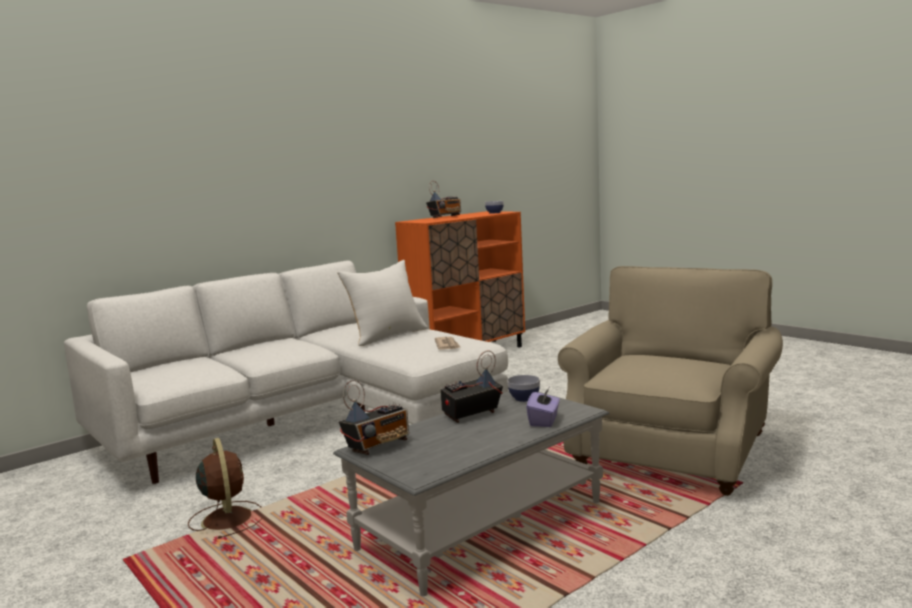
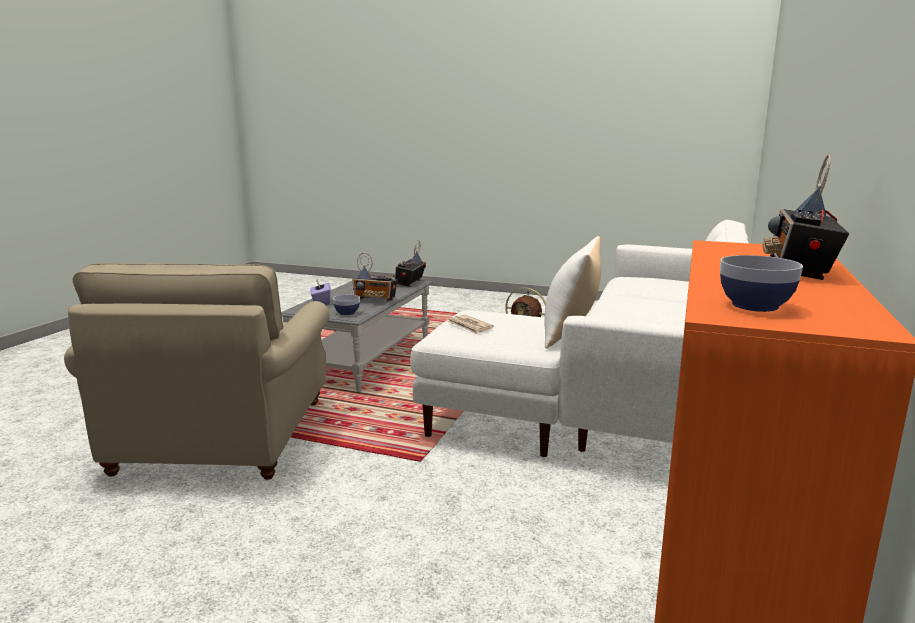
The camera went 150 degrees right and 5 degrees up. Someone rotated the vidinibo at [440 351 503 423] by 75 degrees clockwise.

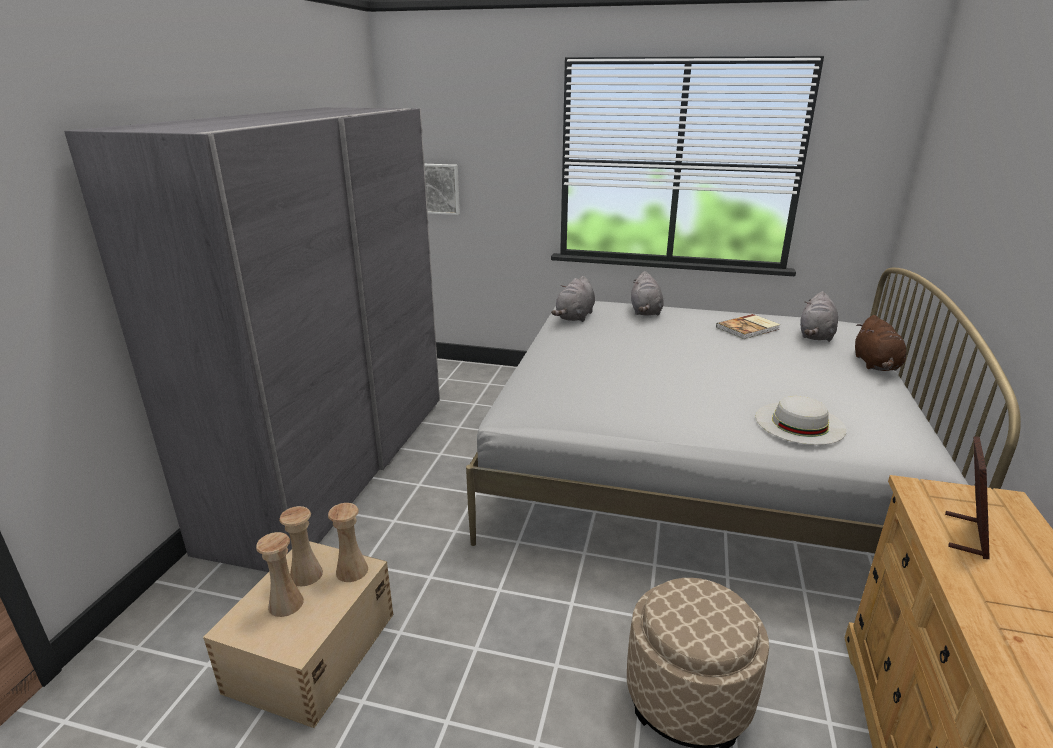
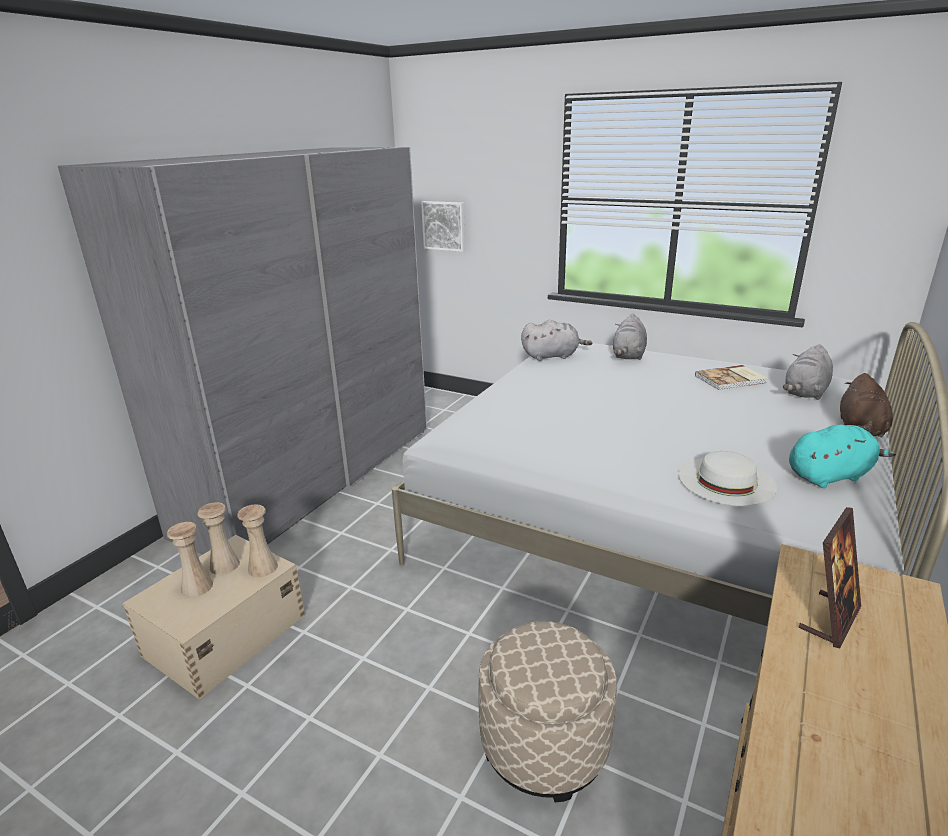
The camera went 15 degrees right and 0 degrees up. Someone rotated the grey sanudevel at [551 276 595 322] by 135 degrees counterclockwise. Someone put down the turquoise sanudevel at [789 425 896 488].

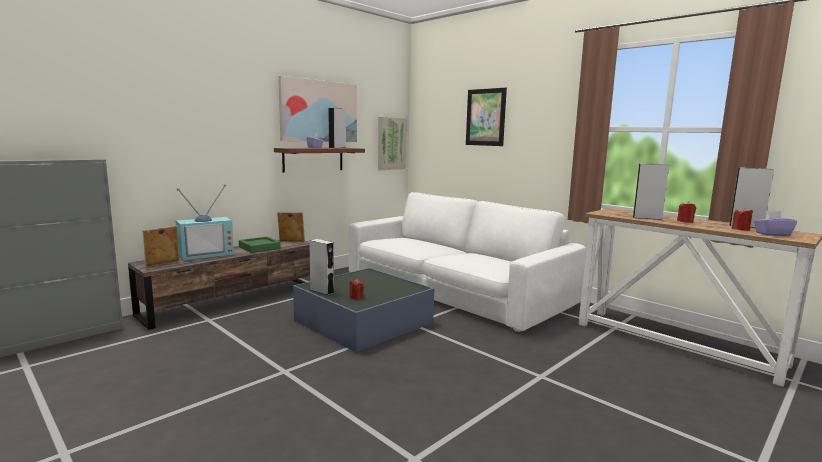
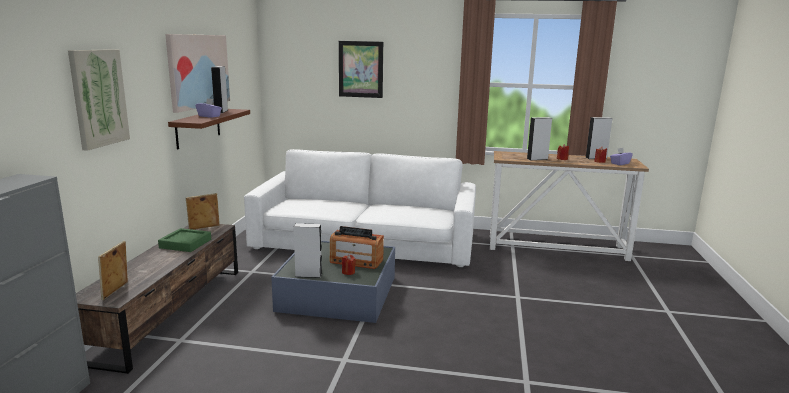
The camera went 35 degrees left and 5 degrees up. Someone carried the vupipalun from [378 117 407 170] to [68 49 130 151]. Someone put down the vidinibo at [330 226 384 269]. Someone took away the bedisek at [176 184 234 261].

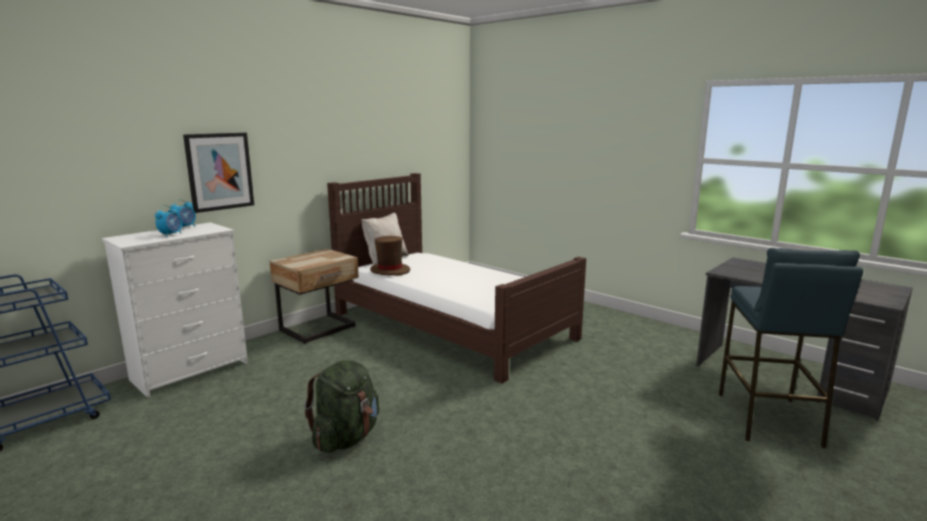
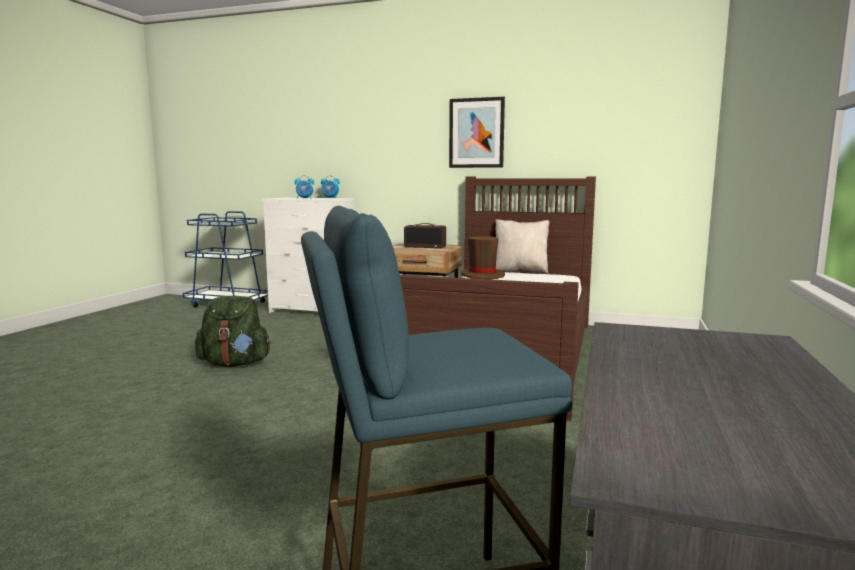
The camera went 65 degrees right and 5 degrees down. Someone put down the vidinibo at [404 223 446 248]. Someone carried the vupipalun from [183 132 254 213] to [449 97 505 168].

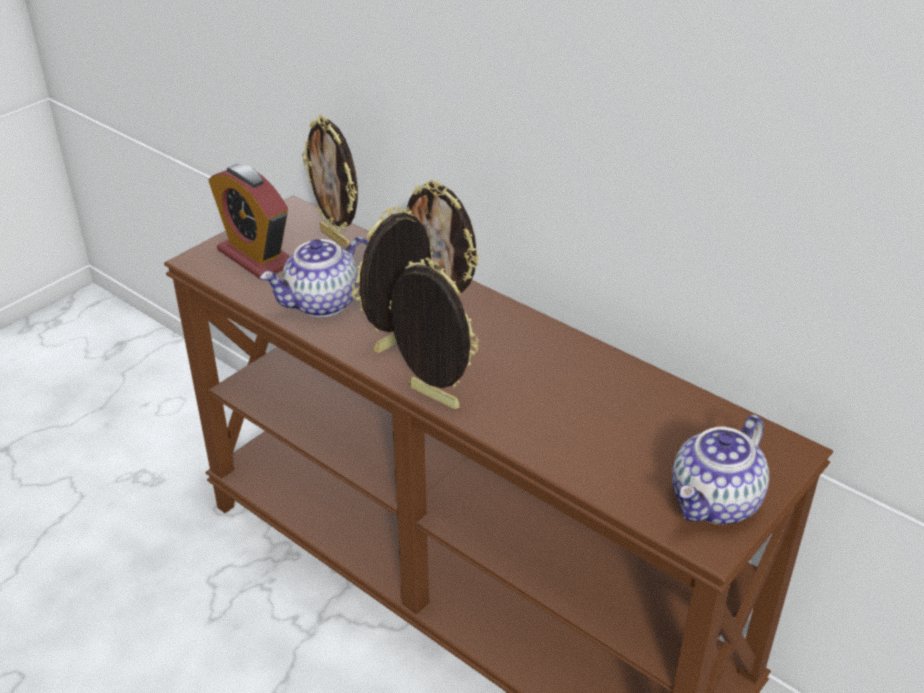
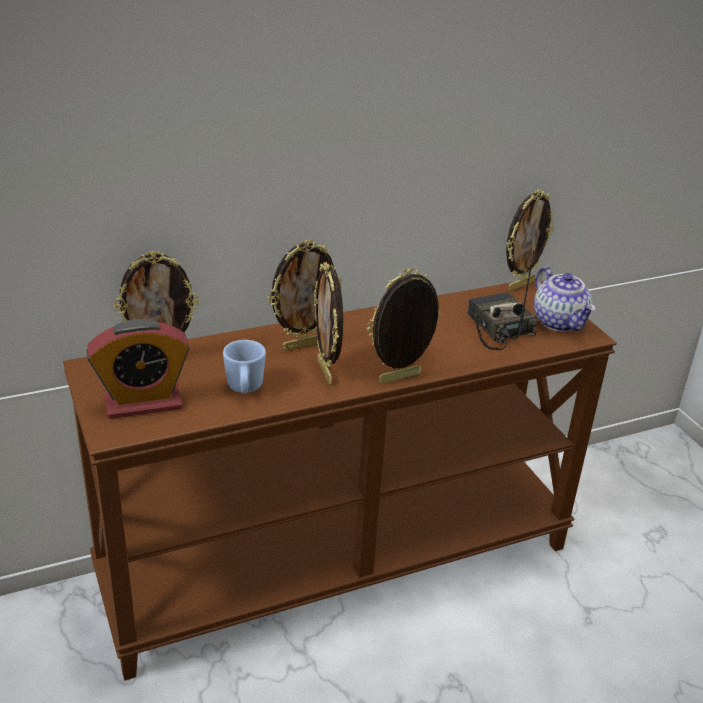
The camera went 65 degrees left and 5 degrees down. Someone swapped the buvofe at [260 237 369 317] for the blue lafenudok at [223 340 266 393]. Someone put down the vidinibo at [467 251 538 350]. Someone put down the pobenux at [506 189 554 292].

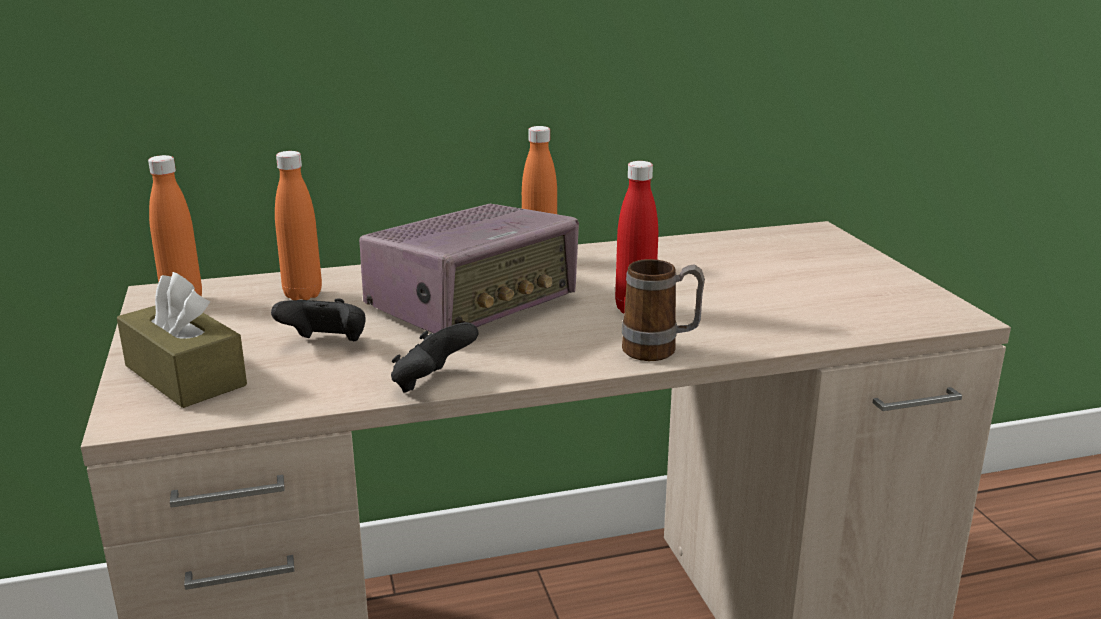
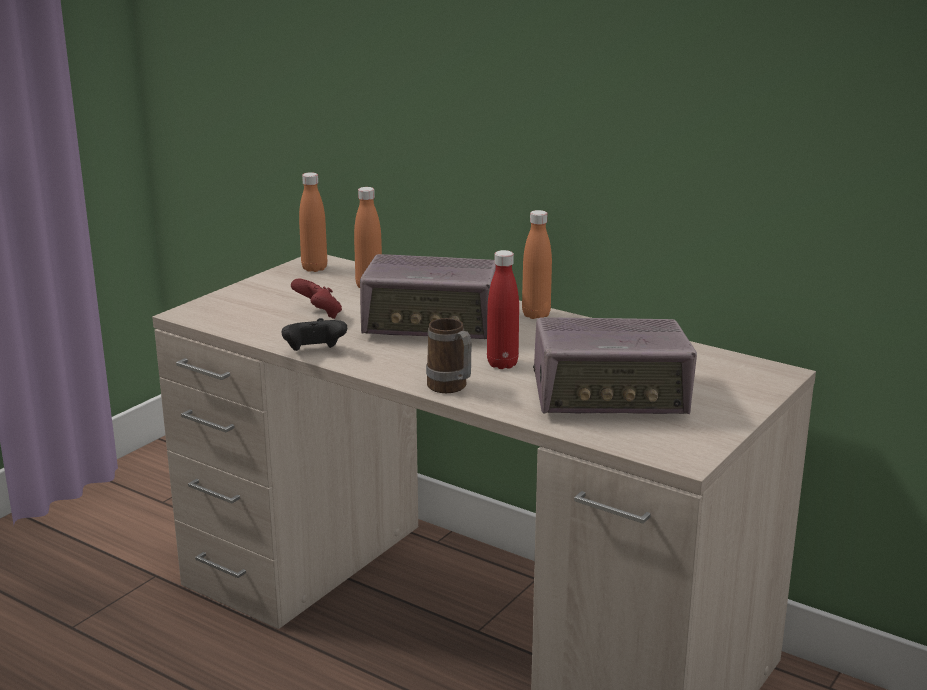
The camera went 50 degrees right and 0 degrees up. Someone repainted the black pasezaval at [271 298 365 341], which became the red pasezaval at [291 279 342 319]. Someone put down the vidinibo at [533 317 697 414]. Someone took away the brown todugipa at [117 272 247 408].

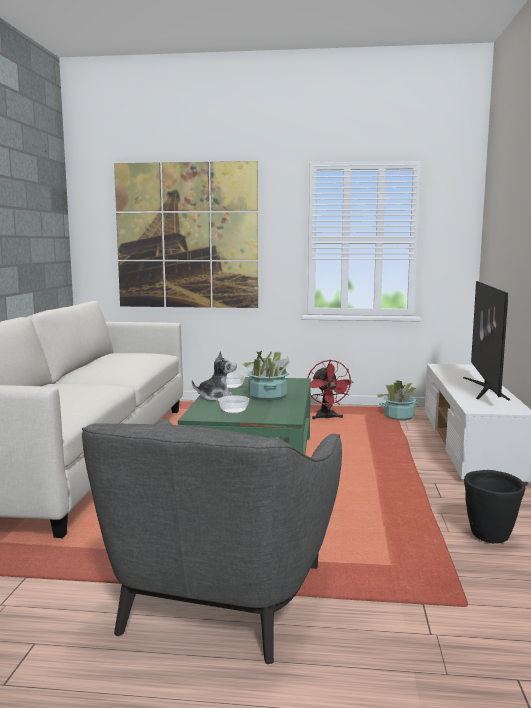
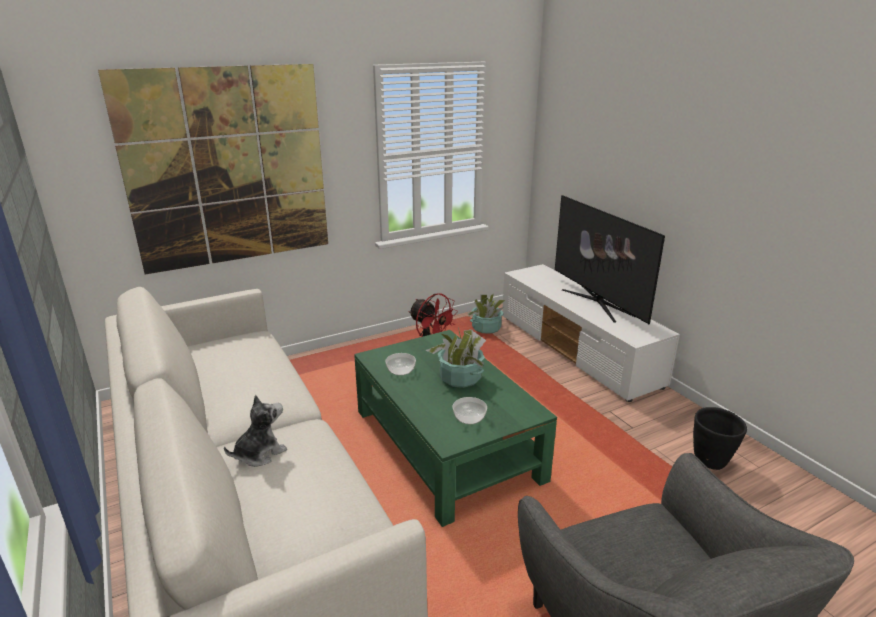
The camera went 35 degrees left and 15 degrees up. Someone carried the sanudevel from [192 351 237 401] to [224 395 287 467].

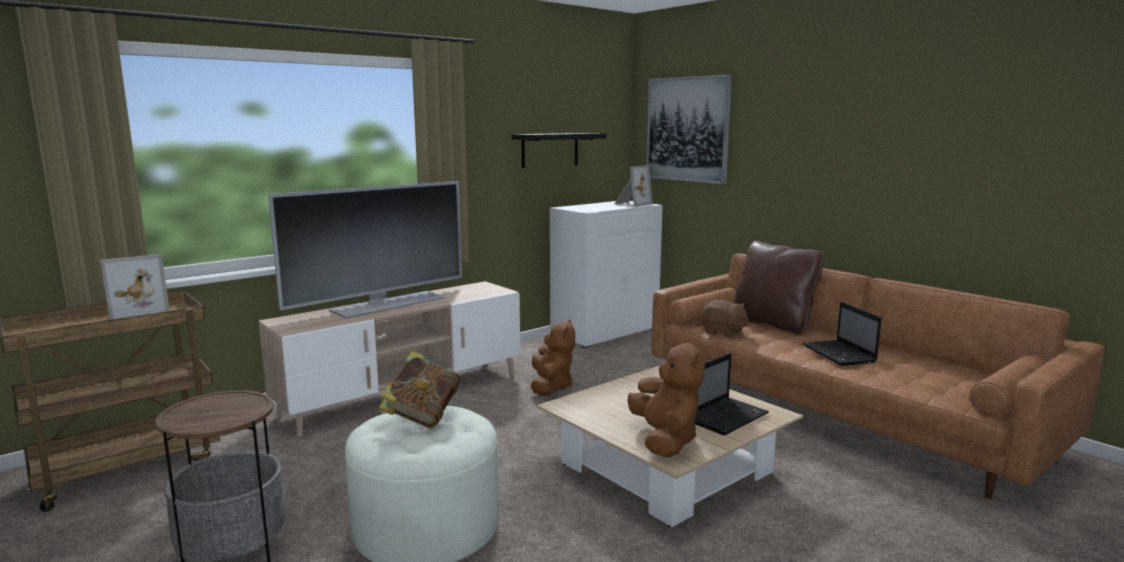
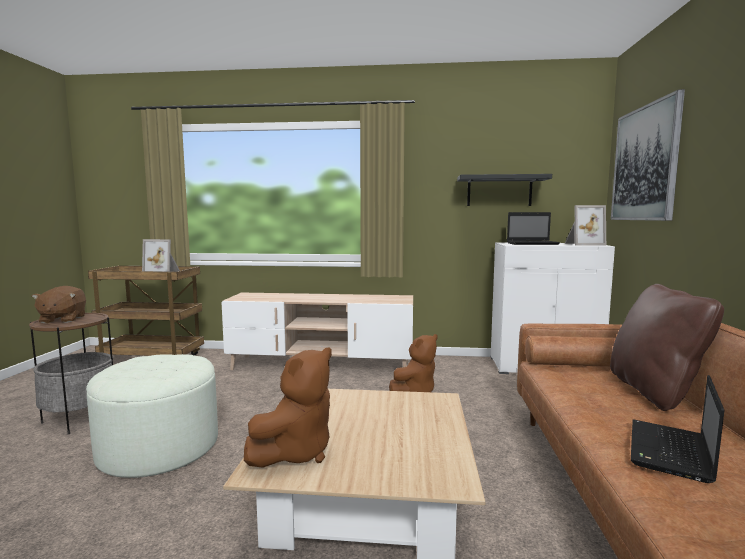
The camera went 45 degrees right and 5 degrees down. Someone carried the brown sanudevel from [701 300 750 338] to [32 286 86 324]. Someone carried the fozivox from [695 353 769 435] to [507 212 560 245]. Someone took away the bedisek at [268 181 462 318]. Someone took away the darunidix at [379 351 460 428].

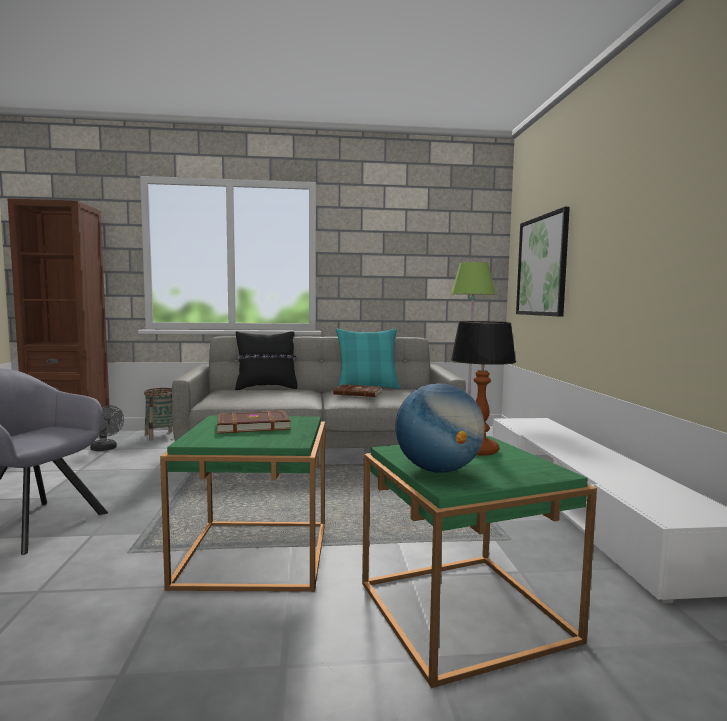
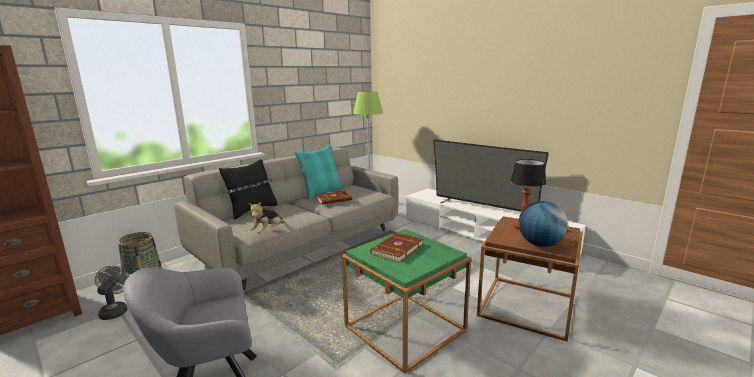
The camera went 40 degrees left and 10 degrees up. Someone rotated the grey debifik at [90 406 124 451] by 90 degrees counterclockwise. Someone put down the sanudevel at [249 202 285 234]. Someone put down the bedisek at [433 140 549 212]. Someone repainted the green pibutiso at [362 436 597 688], which became the brown pibutiso at [477 216 583 342]. Someone took away the vupipalun at [516 207 570 317].

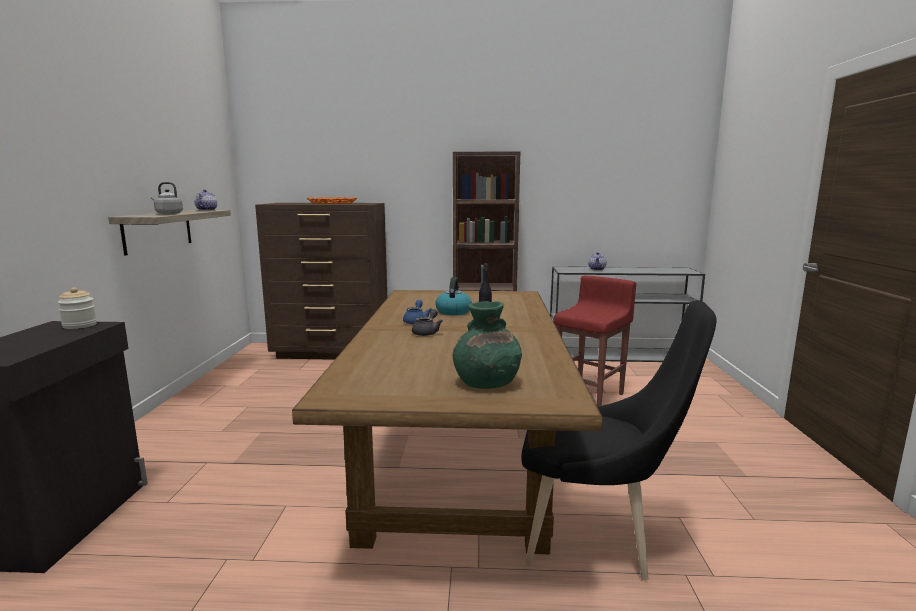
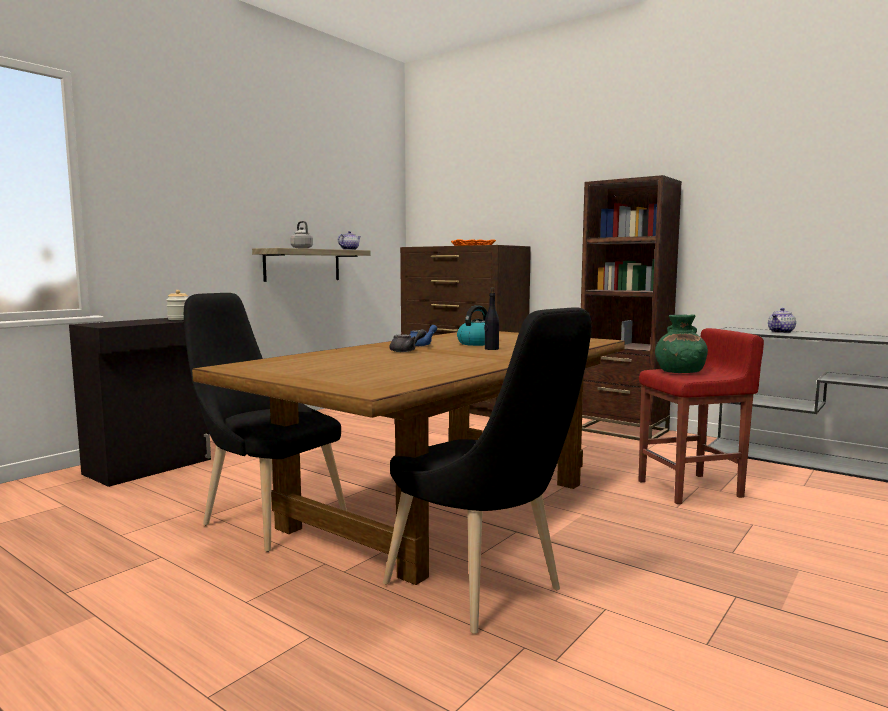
The camera went 35 degrees right and 5 degrees down. Someone put down the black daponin at [184 293 347 552]. Someone carried the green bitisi from [453 301 522 389] to [655 314 708 373].

